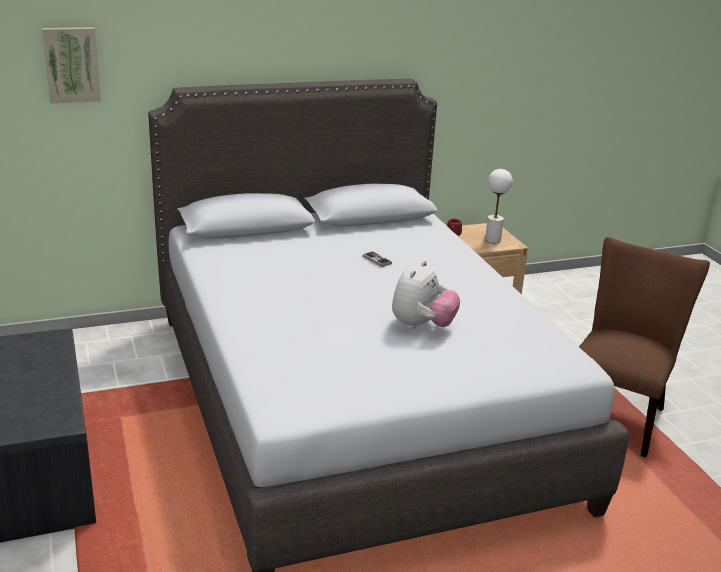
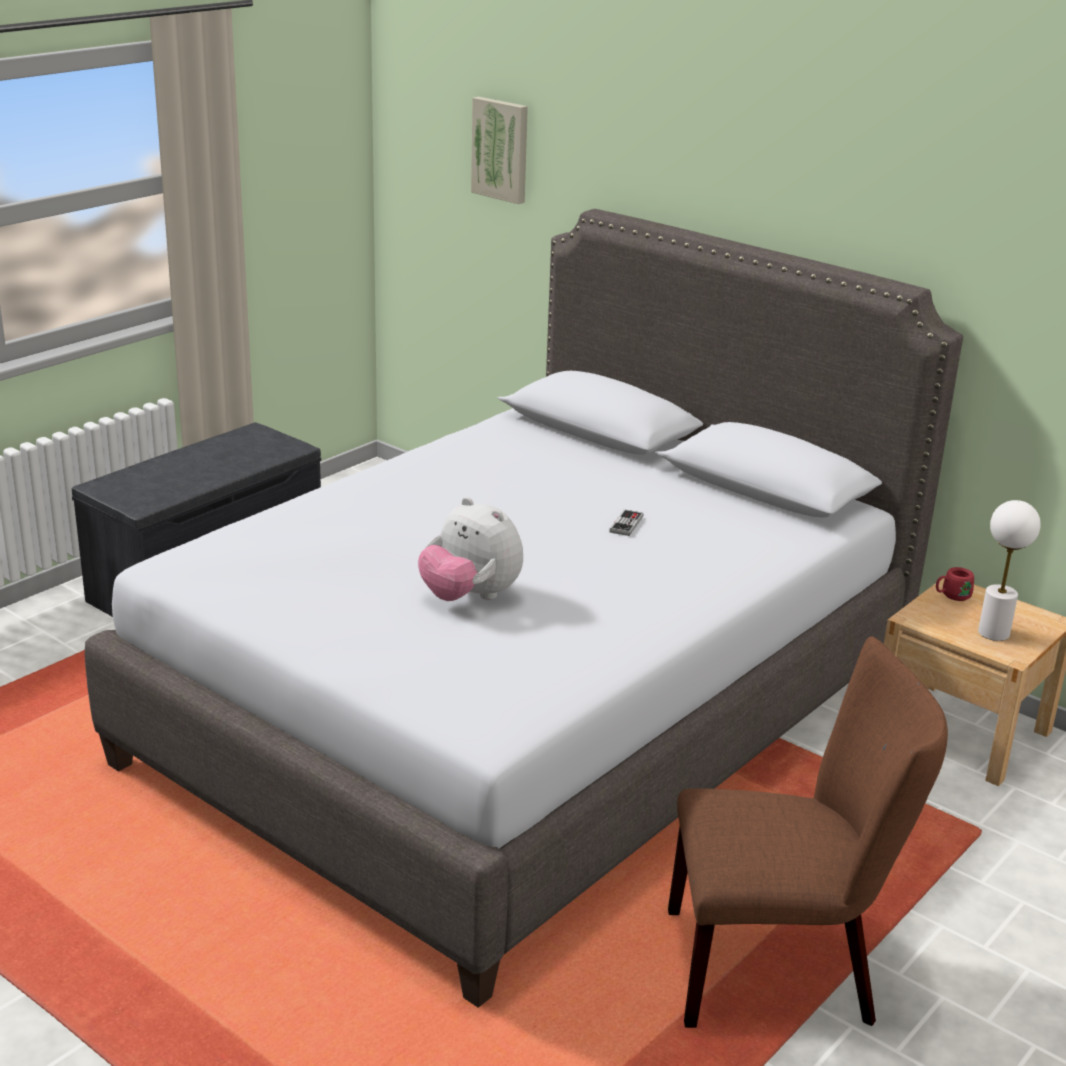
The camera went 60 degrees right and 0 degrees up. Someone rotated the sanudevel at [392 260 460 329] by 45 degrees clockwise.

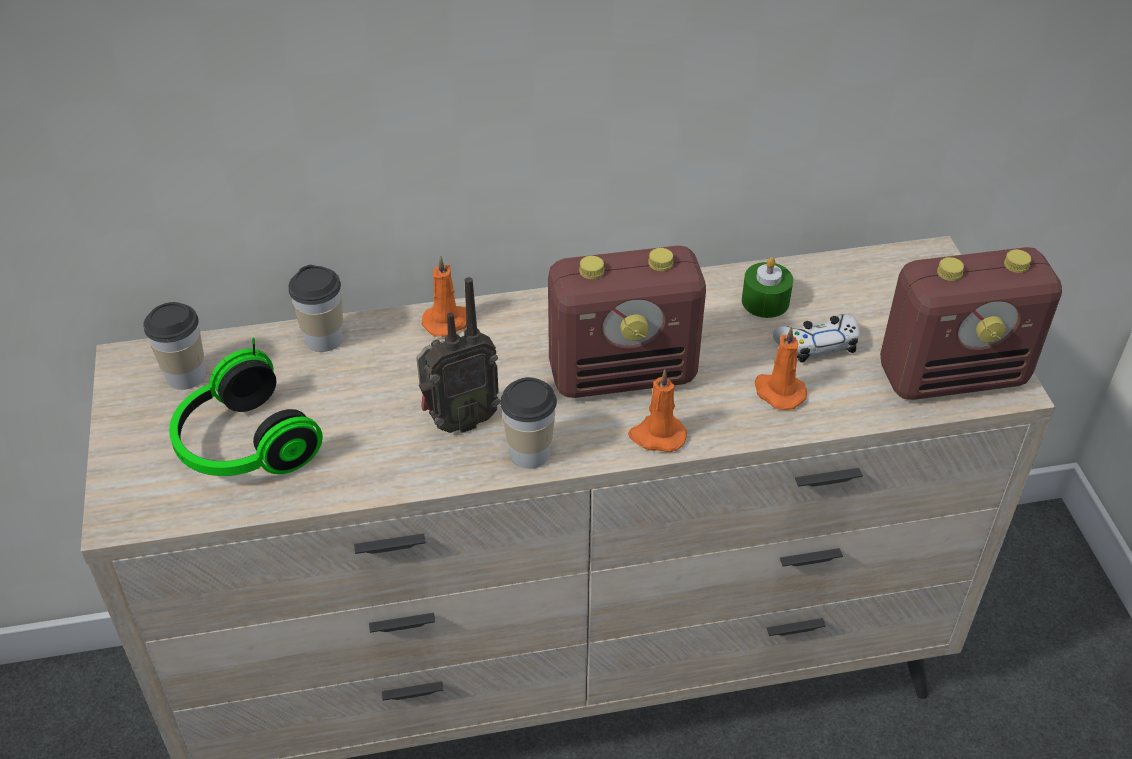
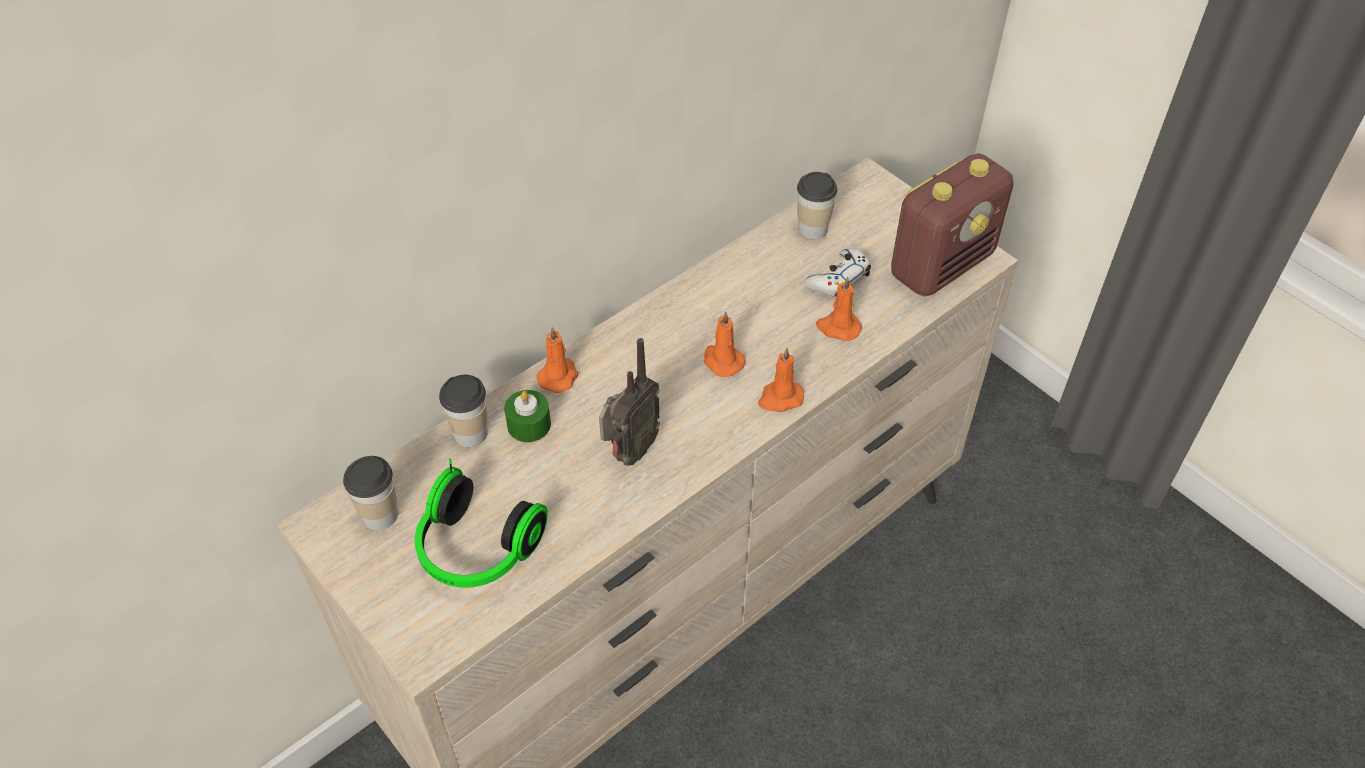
The camera went 30 degrees left and 5 degrees up. Someone carried the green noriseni from [742 257 793 318] to [504 390 551 442]. Someone swapped the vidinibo at [548 246 706 398] for the orange noriseni at [704 311 745 377]. Someone carried the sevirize from [500 377 557 469] to [797 172 837 240].

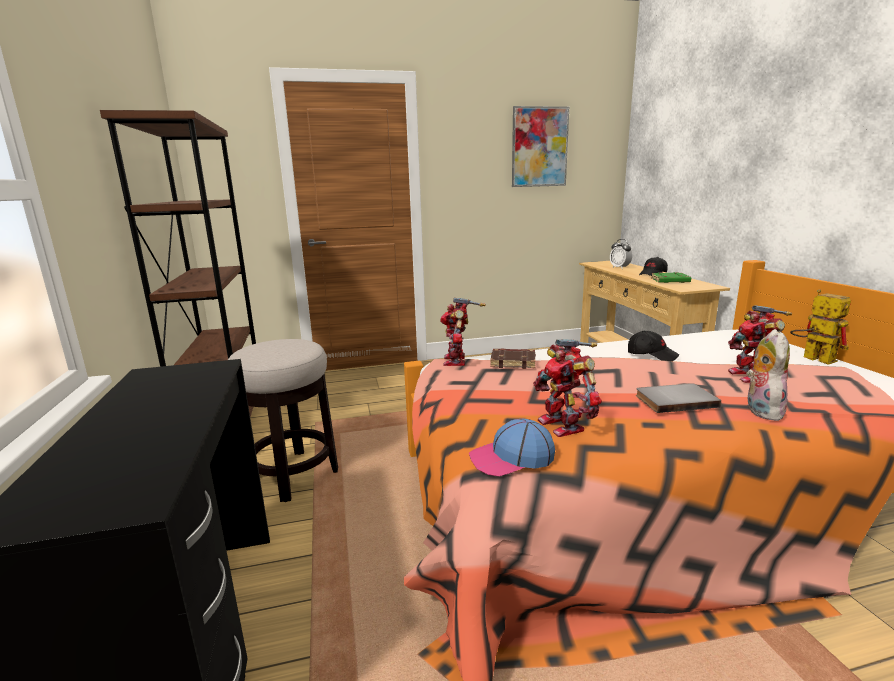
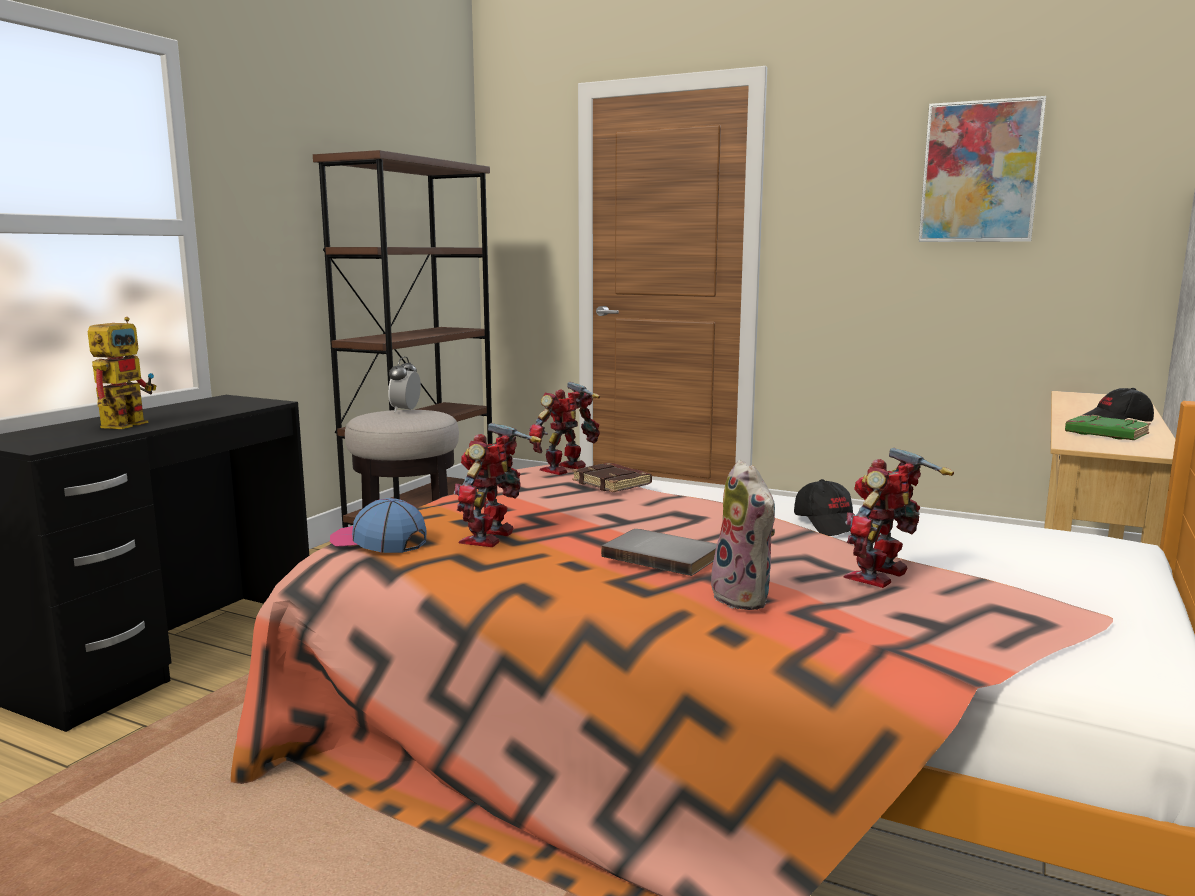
The camera went 40 degrees right and 5 degrees down. Someone carried the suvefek from [790 290 851 365] to [87 317 157 429]. Someone carried the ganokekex from [610 239 632 268] to [388 356 421 412]. Someone rotated the sanudevel at [746 329 790 421] by 105 degrees clockwise.

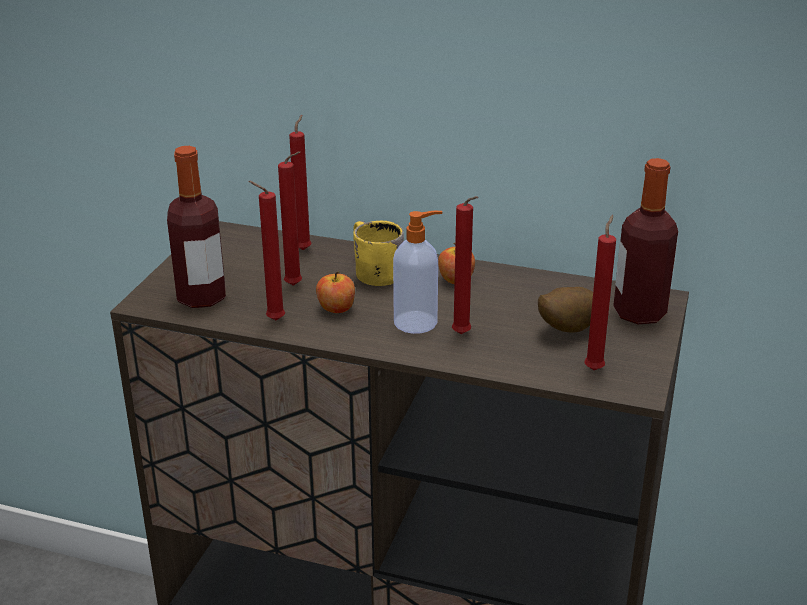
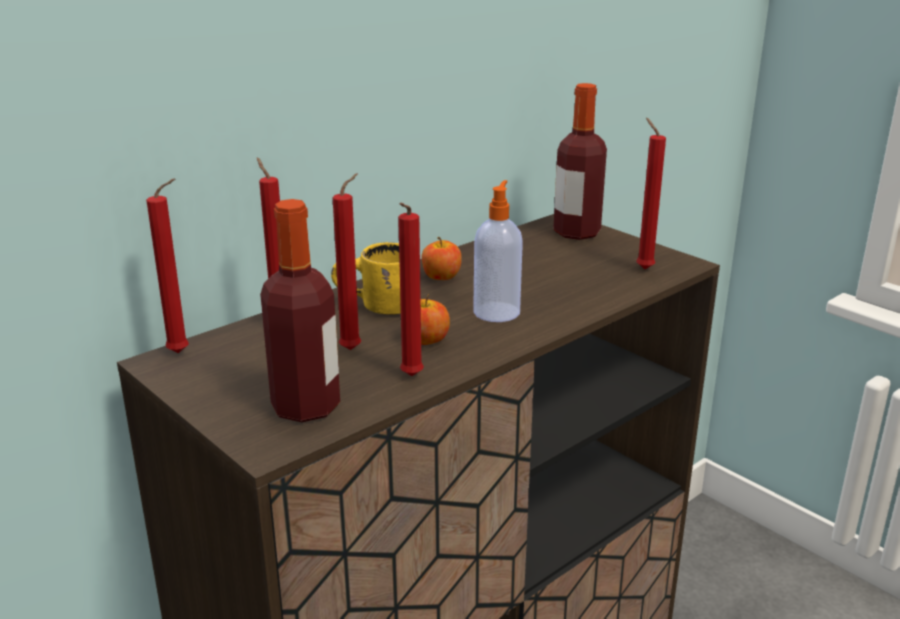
The camera went 60 degrees left and 5 degrees down. Someone carried the red noriseni from [452 196 478 334] to [146 178 189 353]. Someone took away the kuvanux at [538 287 593 333].

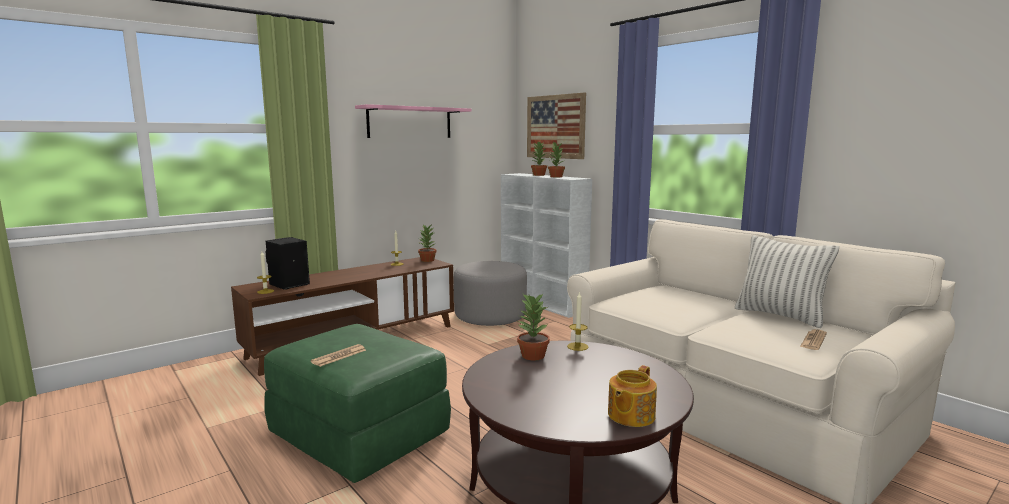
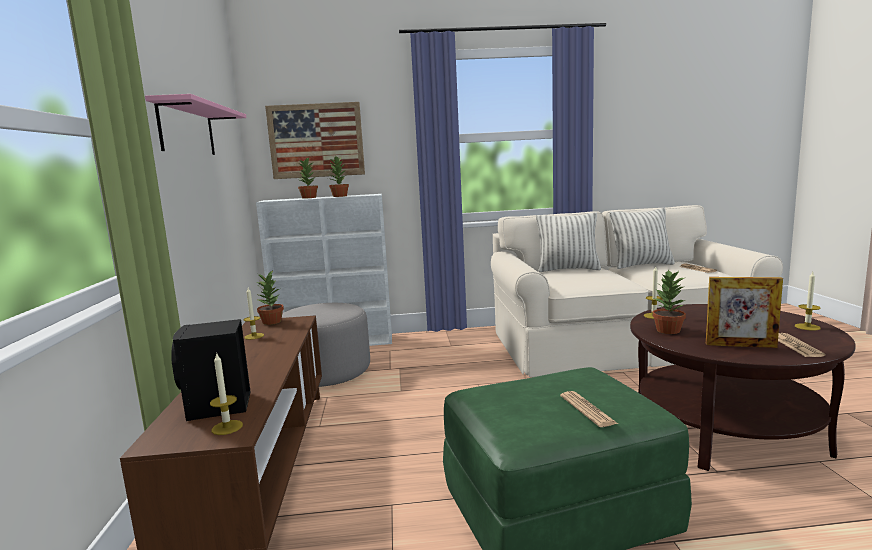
The camera went 55 degrees left and 0 degrees up. Someone put down the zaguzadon at [536 212 601 272]. Someone put down the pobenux at [706 277 783 348]. Someone put down the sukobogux at [778 333 825 357]. Someone swapped the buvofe at [608 365 657 427] for the noriseni at [795 272 821 331].

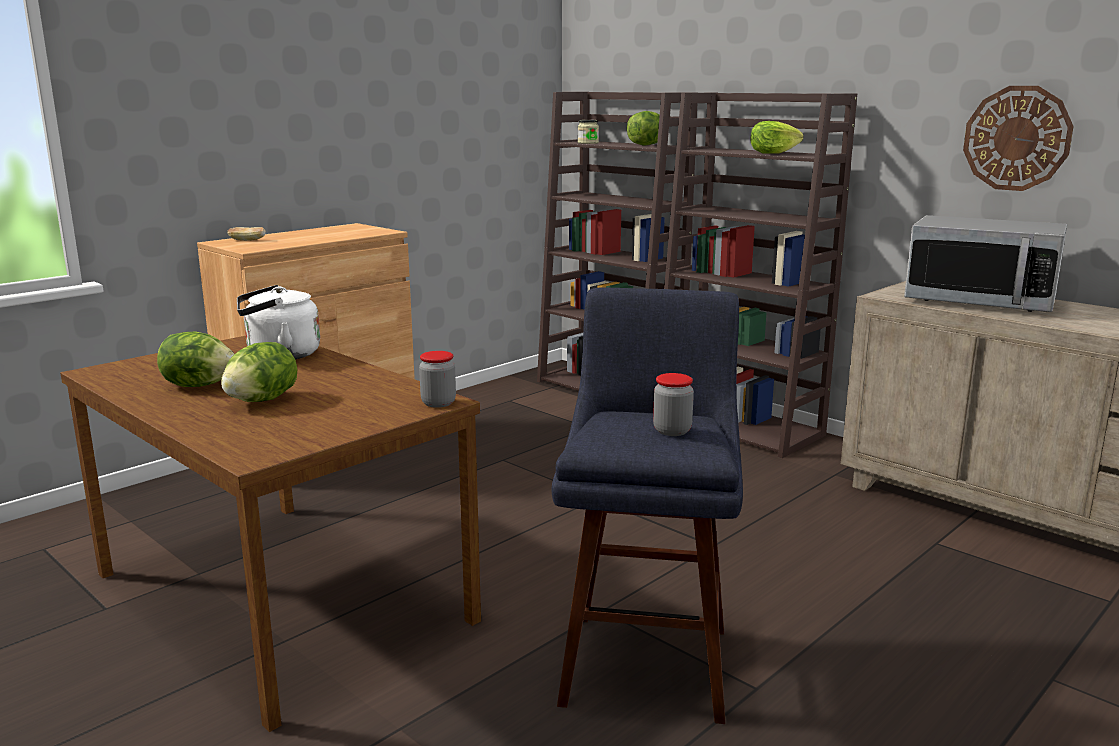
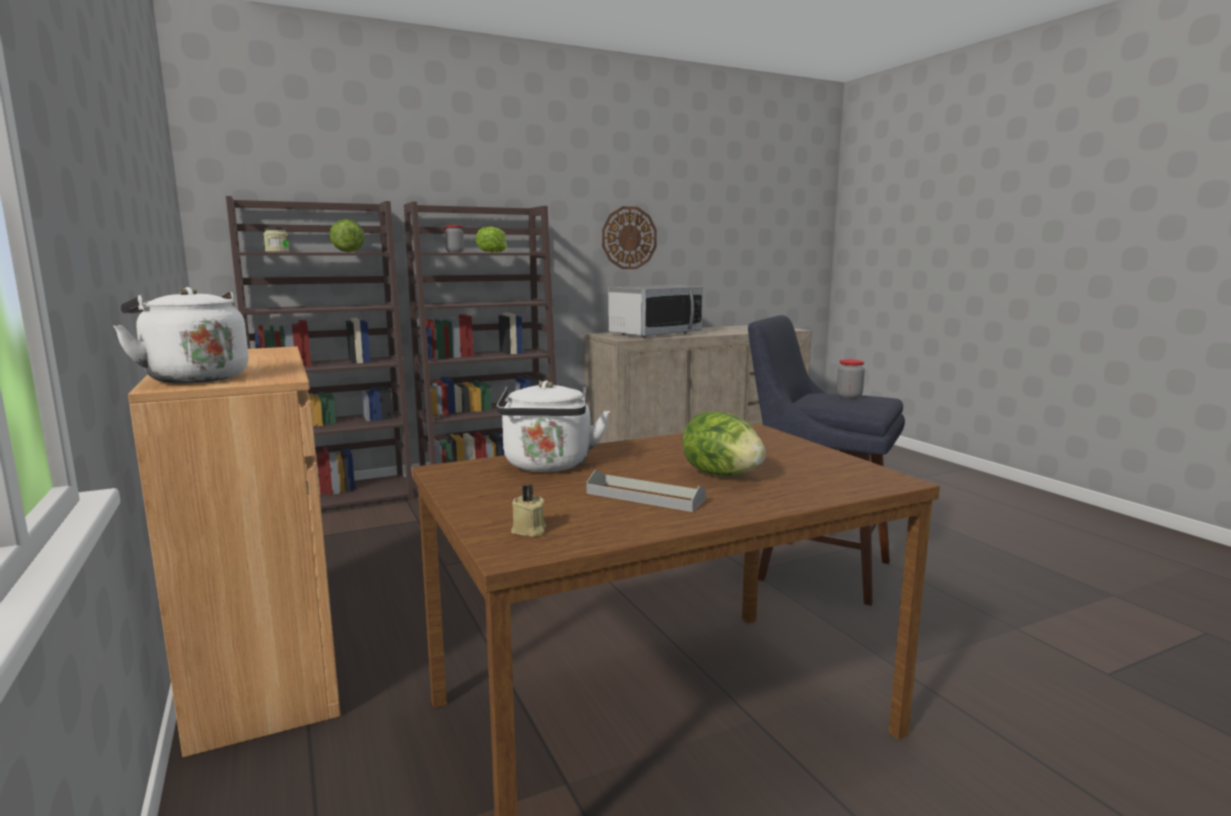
The camera went 70 degrees left and 5 degrees down. Someone swapped the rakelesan at [228 227 266 241] for the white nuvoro at [113 287 249 383]. Someone carried the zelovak from [419 351 456 408] to [445 225 464 253]. Someone put down the beige noriseni at [511 485 546 537]. Someone swapped the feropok at [157 332 234 387] for the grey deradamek at [586 470 706 512].

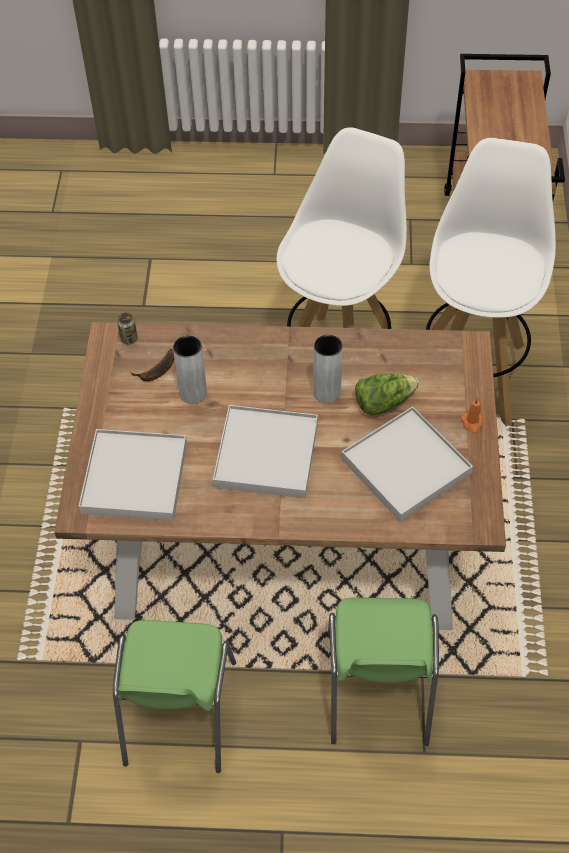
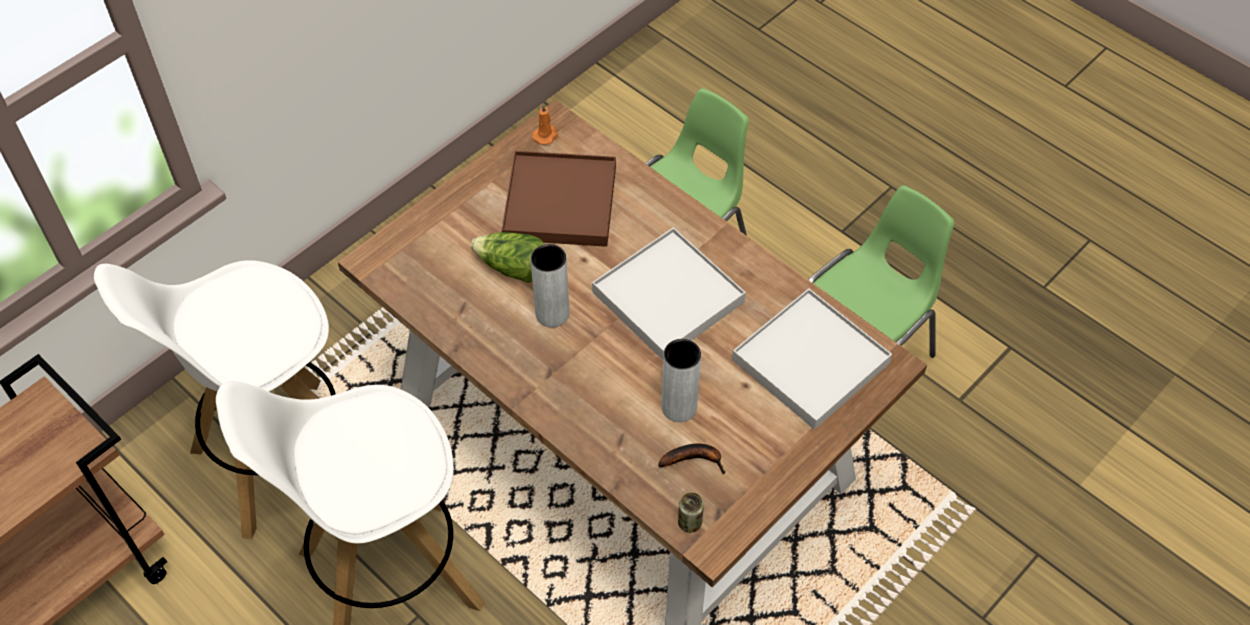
The camera went 140 degrees left and 0 degrees up. Someone repainted the white deradamek at [342 406 473 522], which became the brown deradamek at [502 151 616 247]. Someone carried the orange noriseni from [461 398 483 434] to [532 104 558 145].

